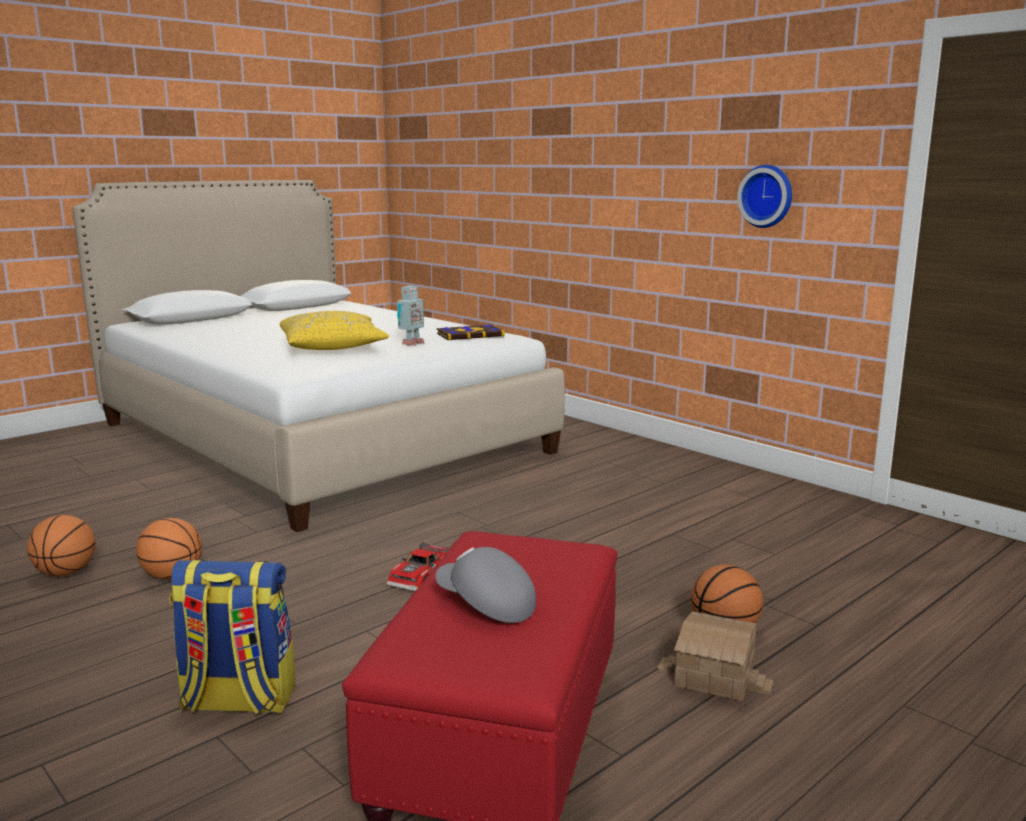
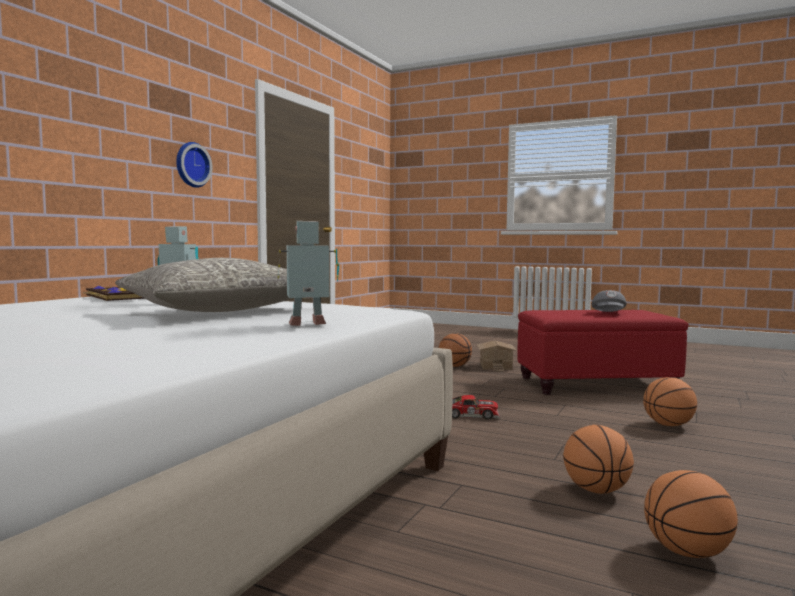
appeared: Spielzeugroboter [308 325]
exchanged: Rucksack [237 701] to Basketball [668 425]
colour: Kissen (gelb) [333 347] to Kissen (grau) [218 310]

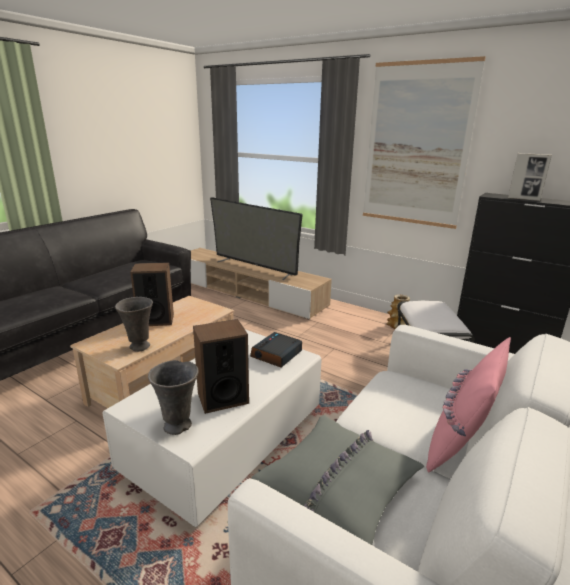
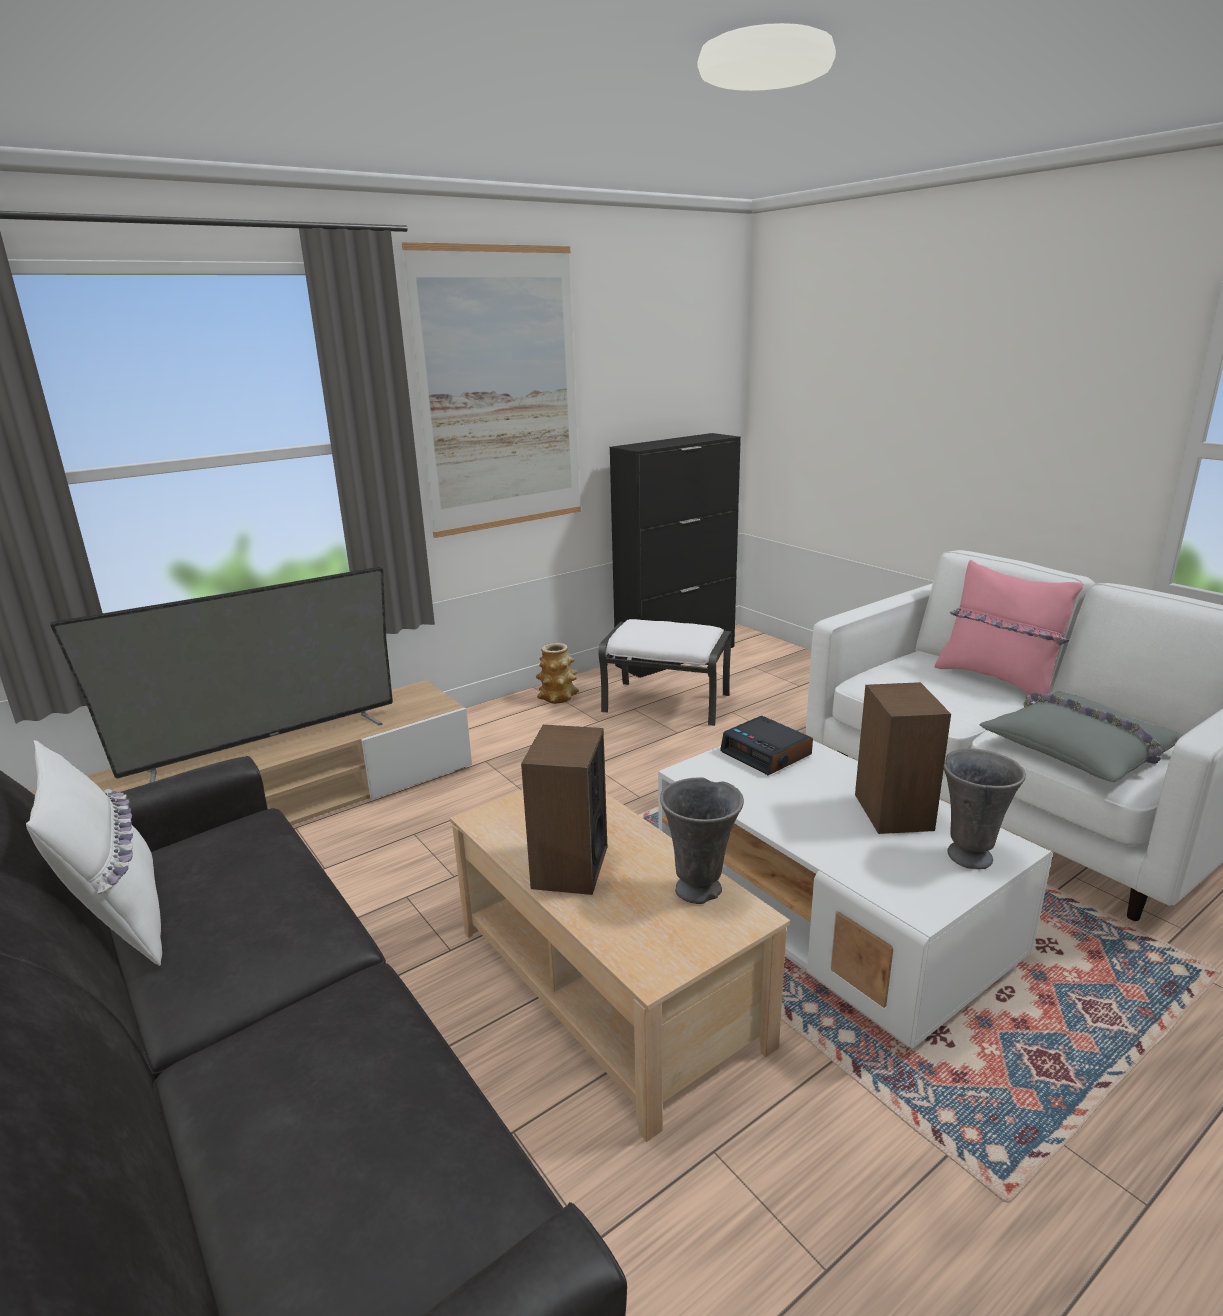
missing: Bilderrahmen [524 199]
appeared: Kissen (weiß) [120 921]

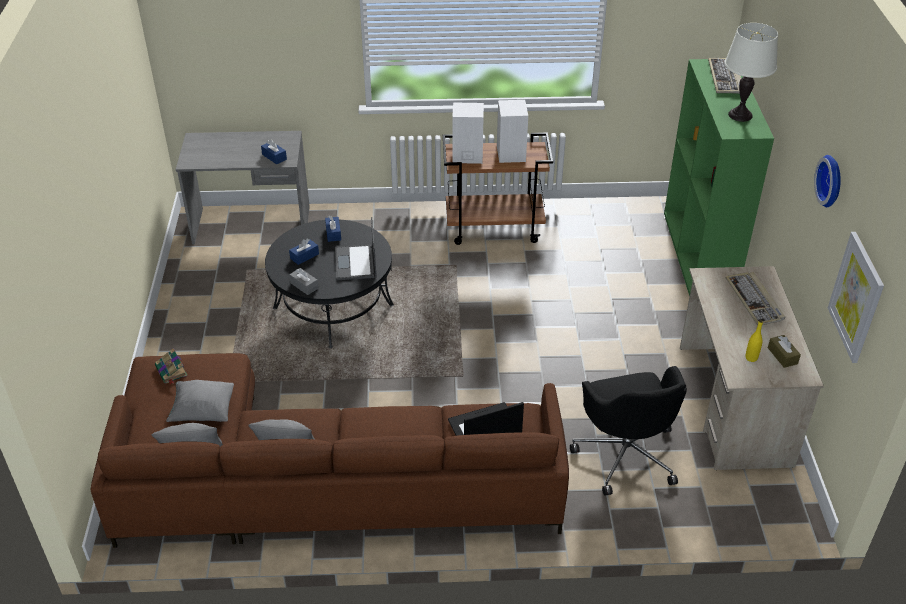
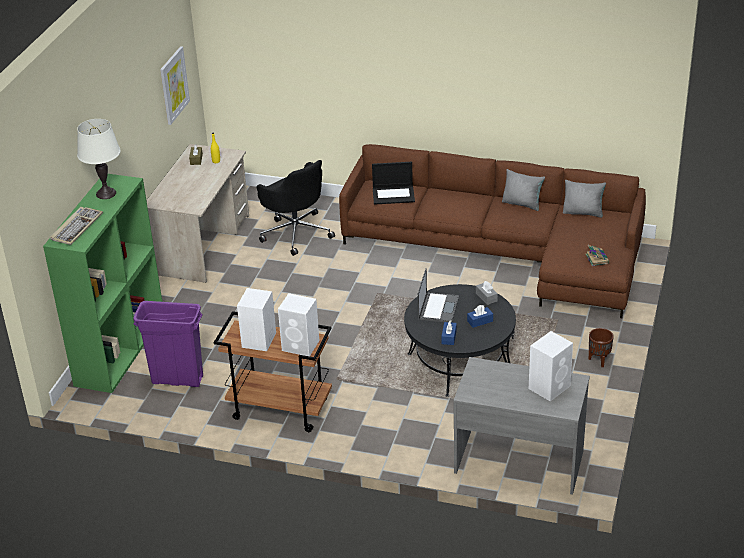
missing: Kissen (grau) [203 412]; Taschentuchbox (blau) [274 157]; Tastatur [755 300]; Wanduhr [832 181]
appeared: Mülleimer (lila) [177 380]; Lautsprecher (weiß) [550 387]; Pflanzkübel (braun) [599 360]
spun: Bürostuhl (schwarz) [626 453] = [296 232] 135 degrees clockwise

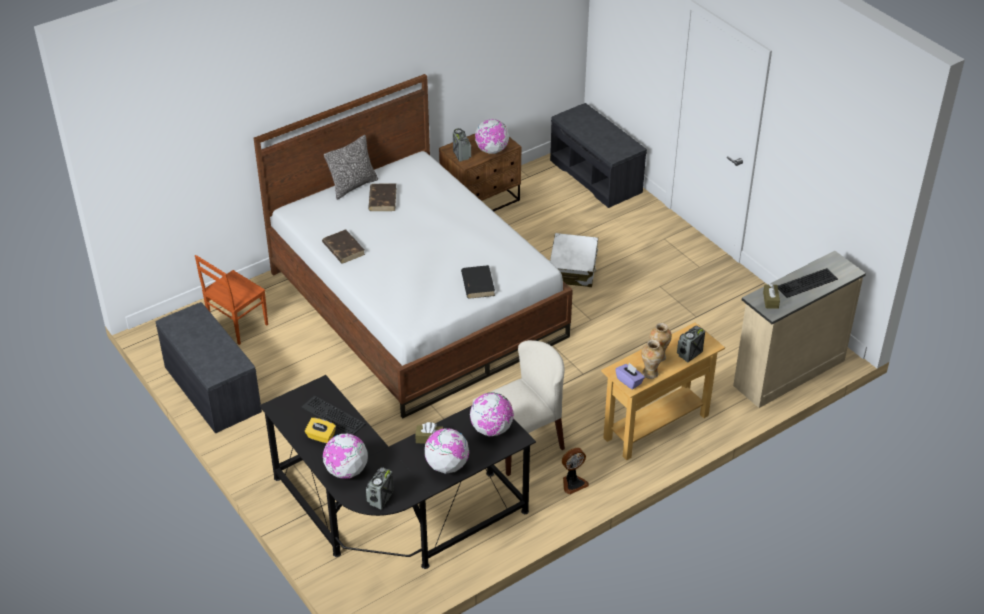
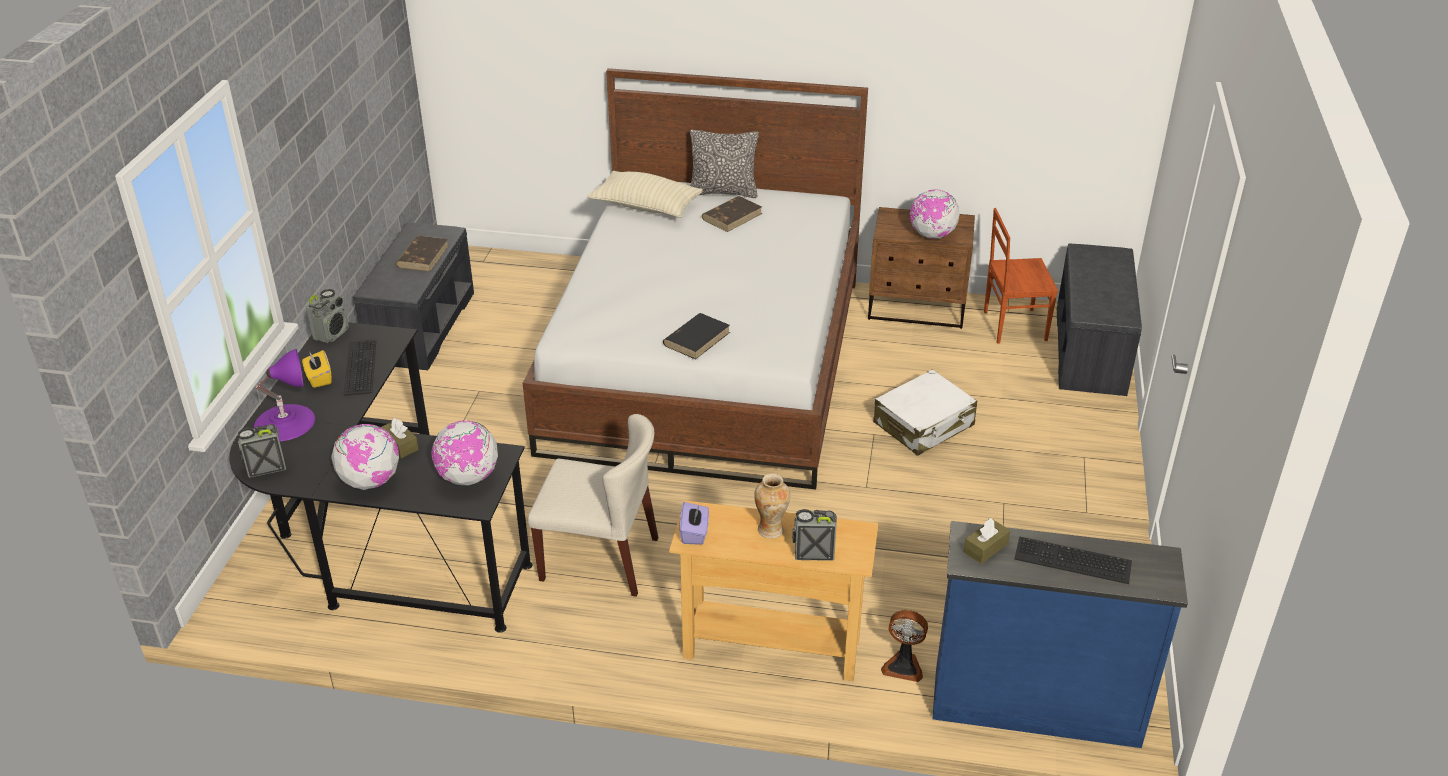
missing: Vase [650 374]
appeared: Kissen (beige) [646 207]
relocated: Stuhl (braun) [237 325] to [1013 325]; Buch (braun) [343 248] to [423 256]; Radio [462 155] to [331 334]; Ventilator [573 483] to [903 666]
exchanged: Globus [346 471] to Tischlampe (lila) [284 422]
colour: Kommode (beige) [787 372] to Kommode (blau) [1034 705]

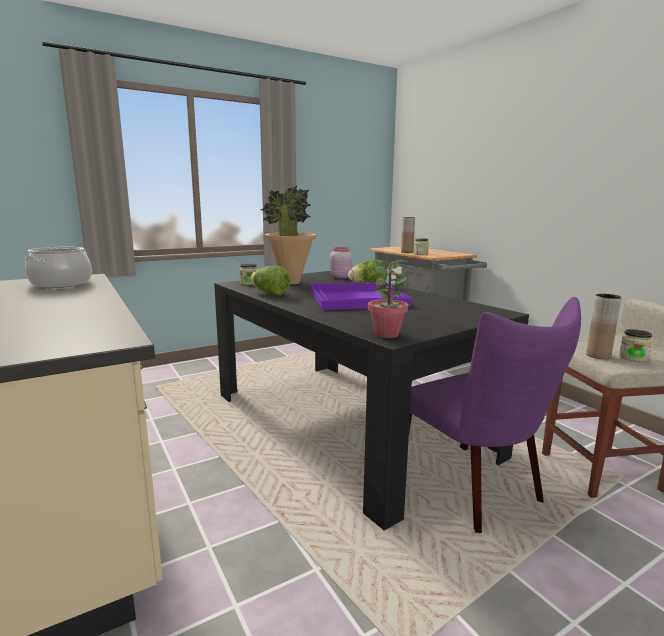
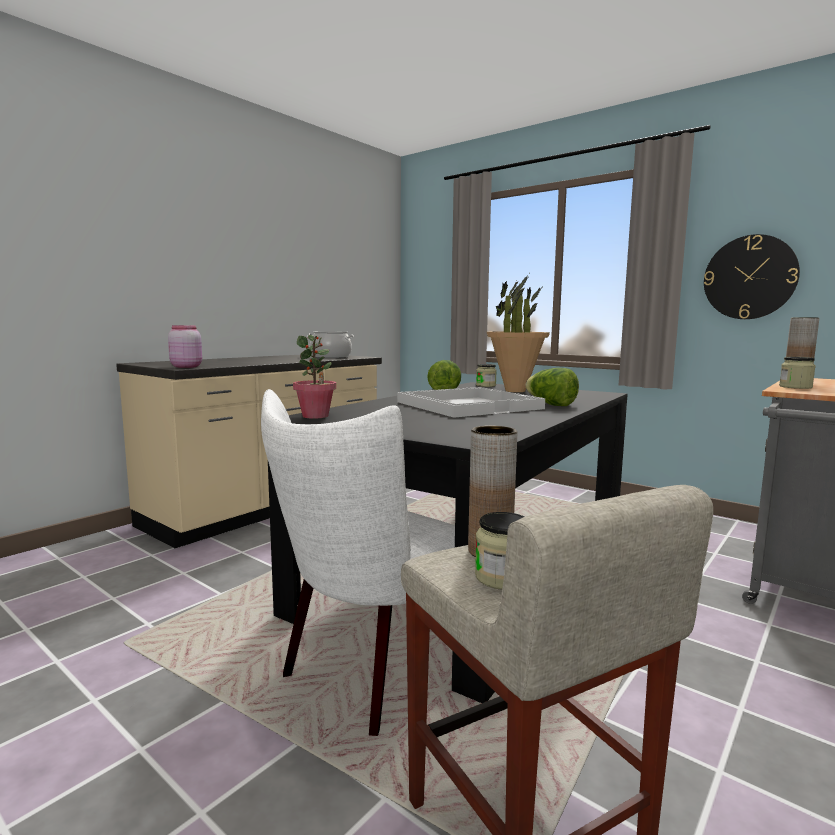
appeared: Wanduhr [749 277]
relocated: Vorratsglas (rosa) [339 277] to [186 367]
colour: Tablett (lila) [355 298] to Tablett (weiß) [468 405]; Stuhl (lila) [475 490] to Stuhl (weiß) [374 672]

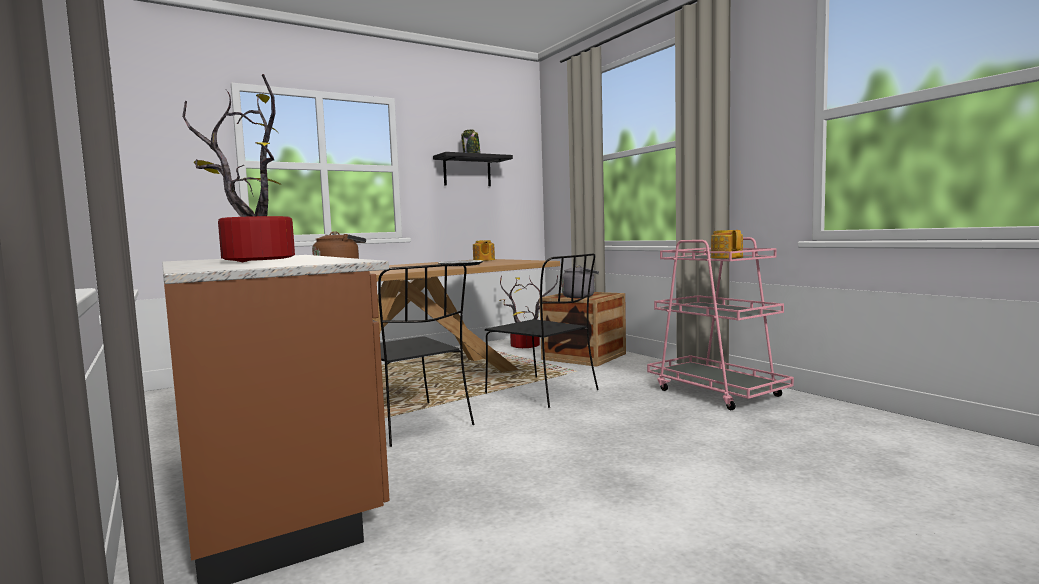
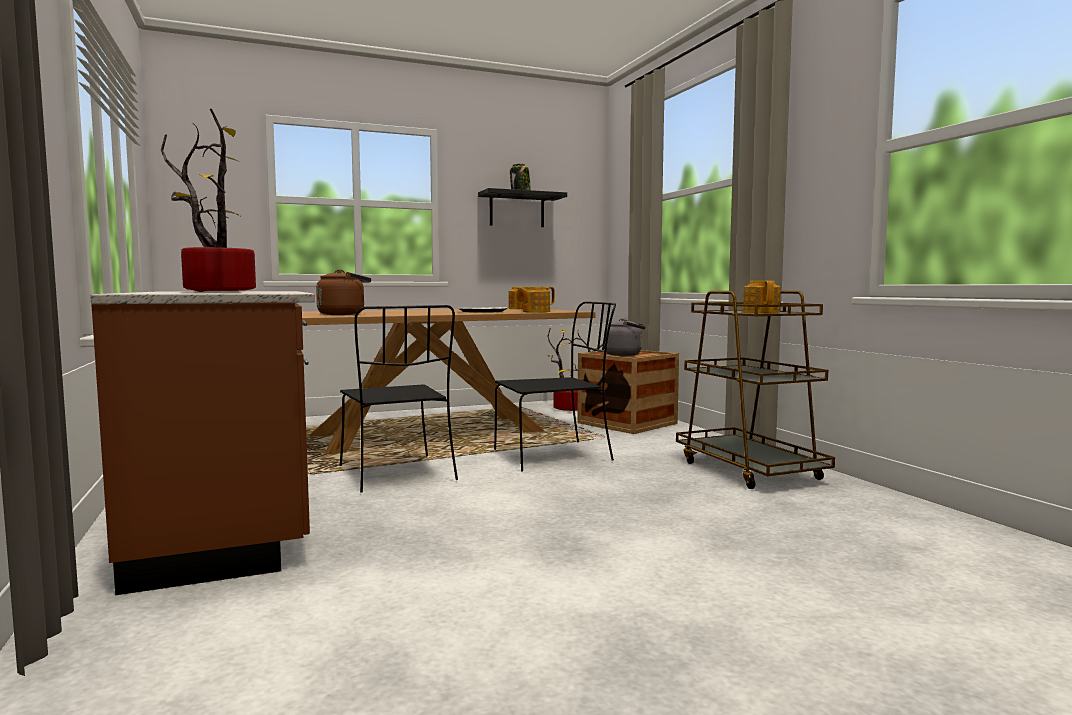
appeared: Teekanne [535 311]
colour: Rollwagen (rosa) [716 392] to Rollwagen (braun) [749 470]
spun: Stuhl (schwarz) [544 392] = [555 455] 75 degrees counterclockwise

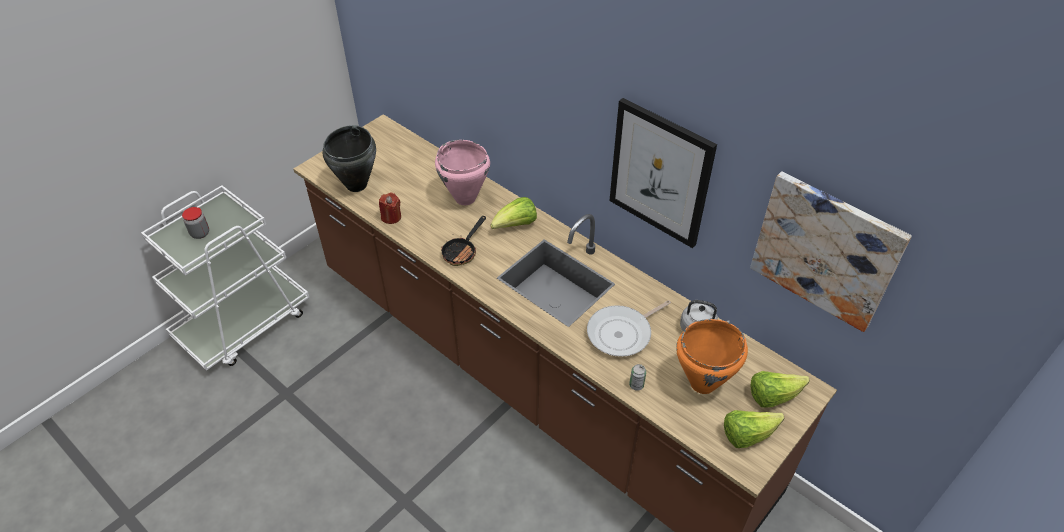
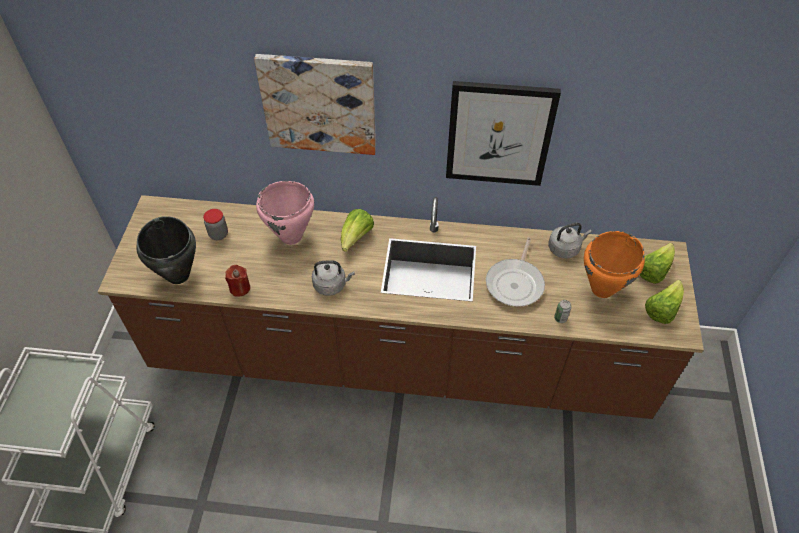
relocated: Vorratsglas [200 233] to [218 234]; Bild [826 250] to [319 104]
exchanged: Pfanne [462 251] to Wasserkessel (grau) [331 285]

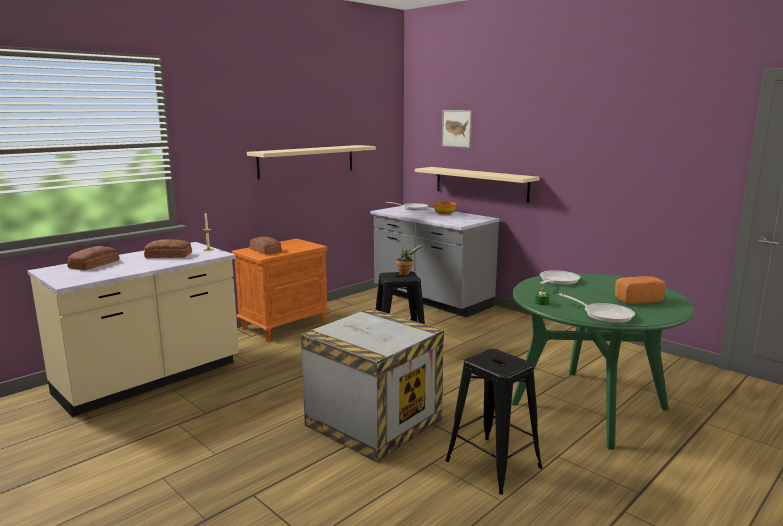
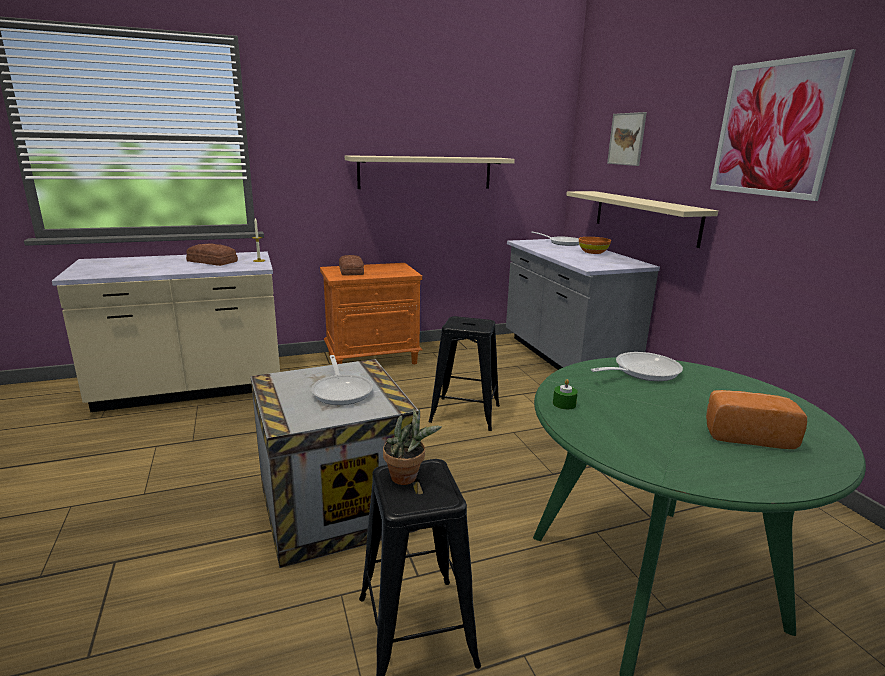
missing: Brot [93 264]
appeared: Bild [774 129]
relocated: Topfpflanze [406 273] to [408 478]; Pfanne [604 315] to [342 391]

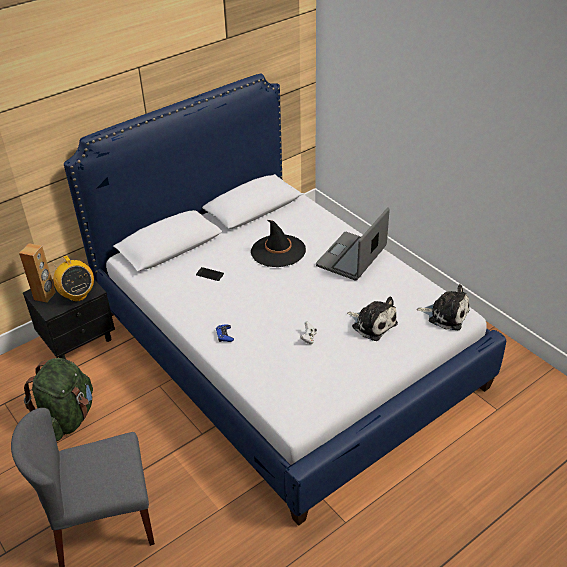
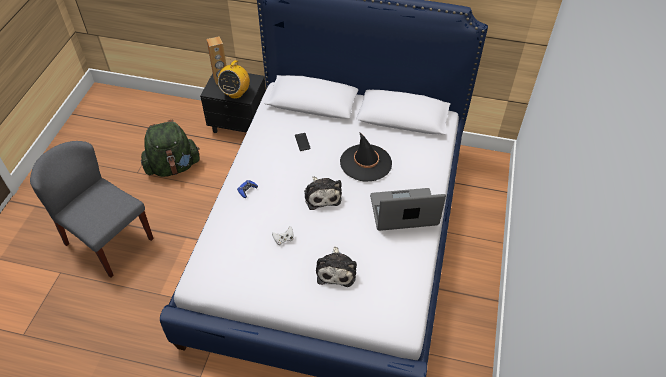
relocated: Plüschtier [445 315] to [322 195]

